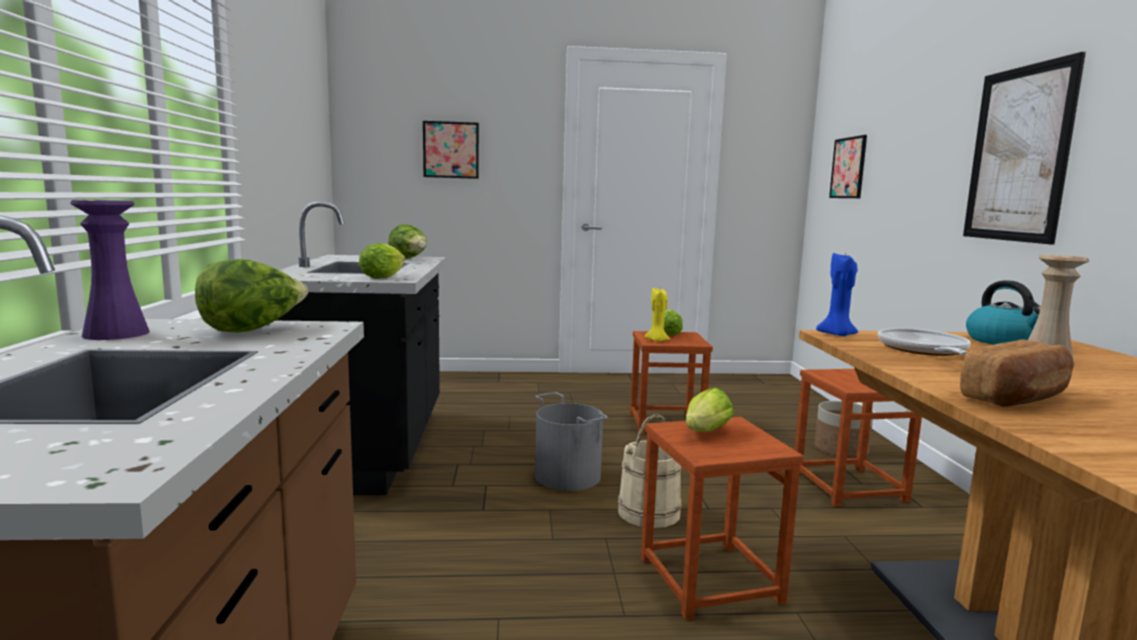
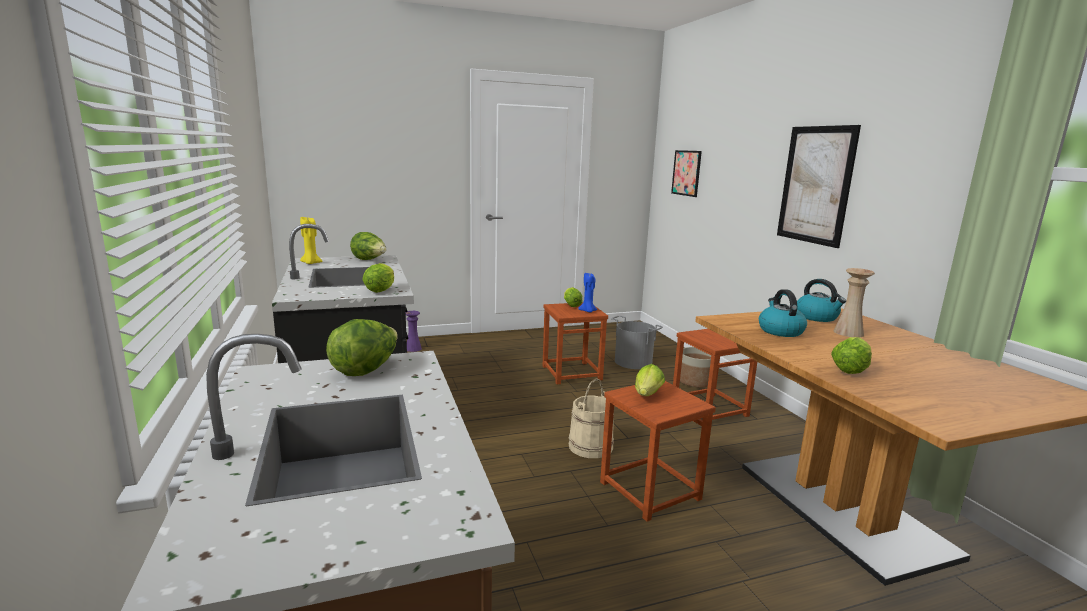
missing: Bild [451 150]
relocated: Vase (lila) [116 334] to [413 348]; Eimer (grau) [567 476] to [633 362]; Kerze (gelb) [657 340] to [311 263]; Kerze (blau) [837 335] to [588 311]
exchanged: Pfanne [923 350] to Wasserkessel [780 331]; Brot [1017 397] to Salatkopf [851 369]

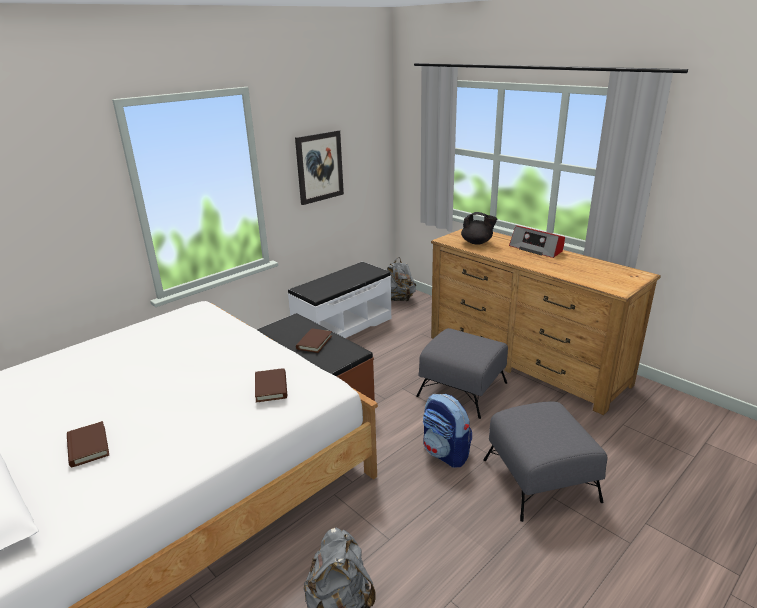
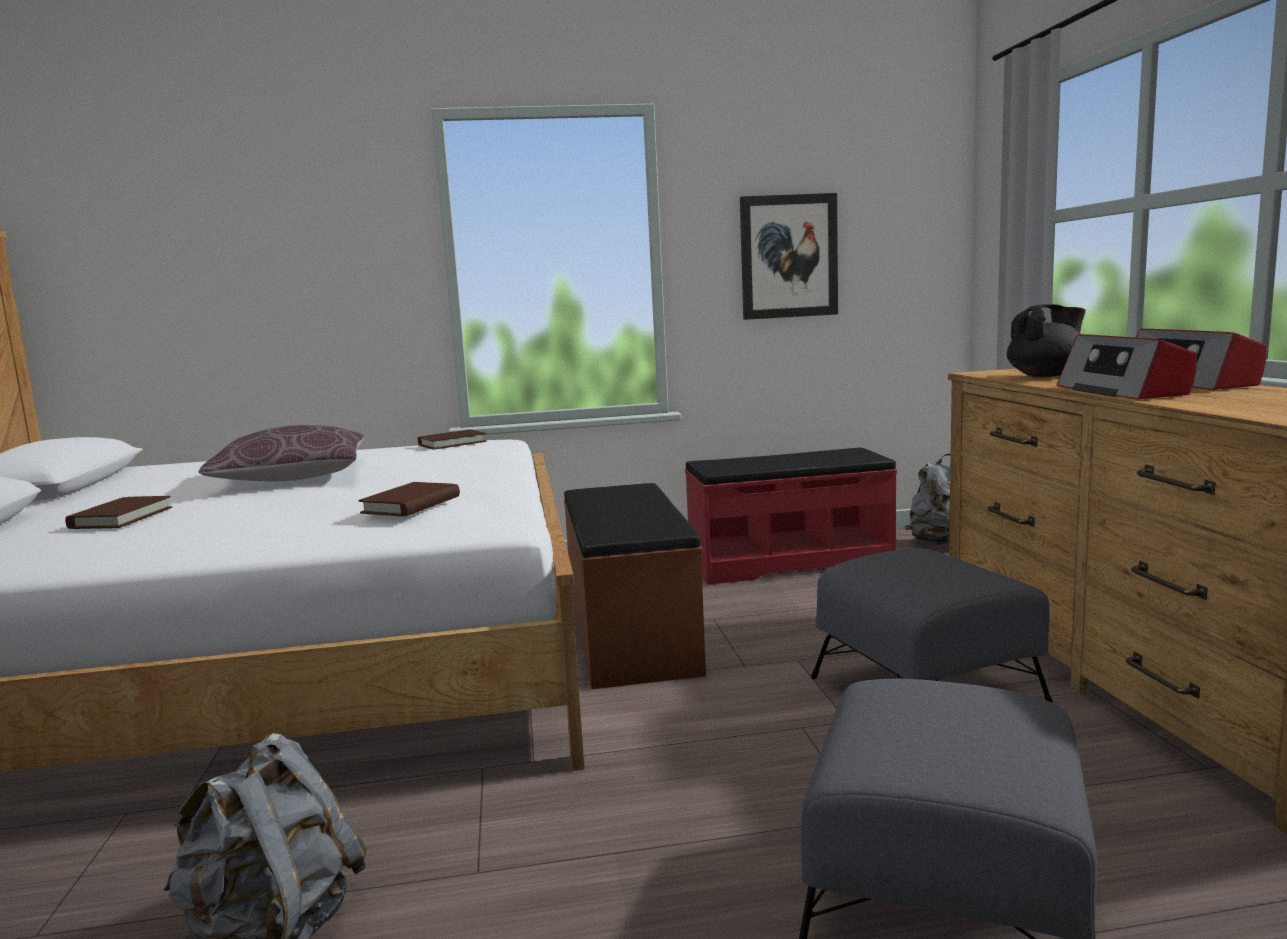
missing: Rucksack [446 453]
appeared: Kissen (braun) [292 478]; Radio [1123 391]
relocated: Buch (braun) [314 342] to [452 443]
colour: Bank (weiß) [342 327] to Bank (rot) [789 562]
spun: Teekanne (schwarz) [477 242] = [1046 376] 75 degrees counterclockwise

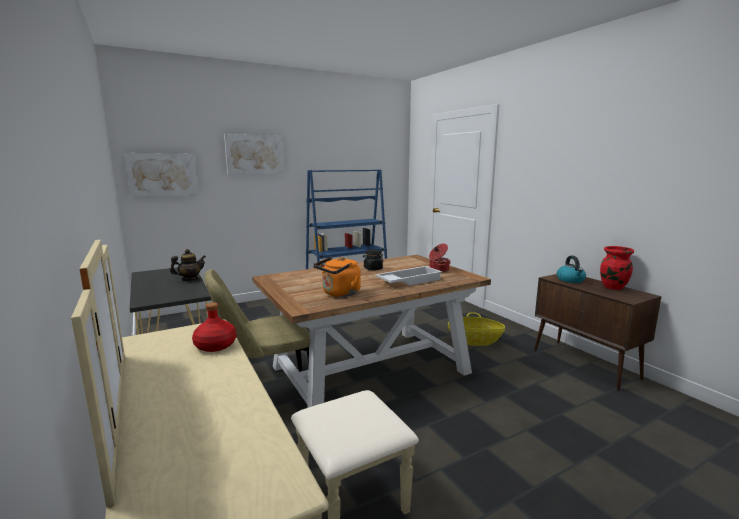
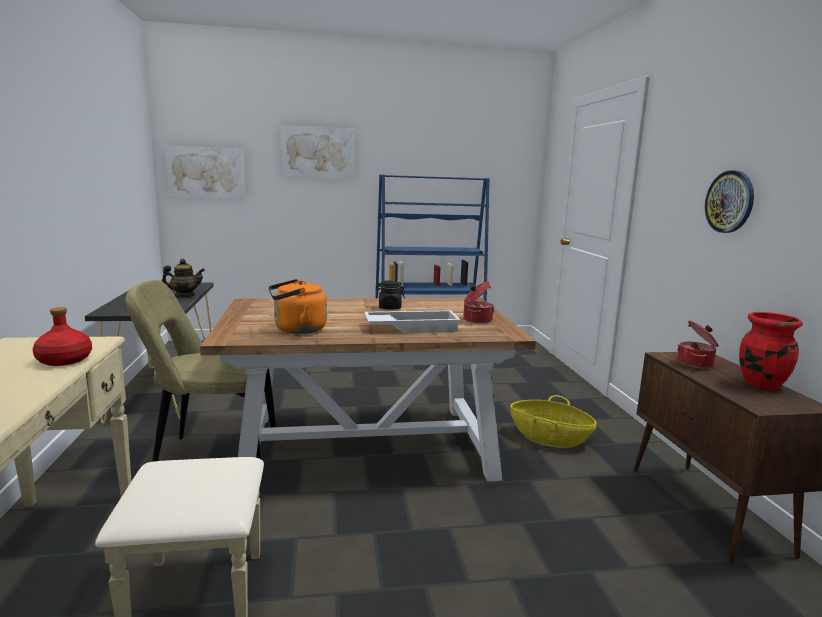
appeared: Wanduhr [730 201]
exchanged: Wasserkessel [571 280] to Kochtopf [696 364]

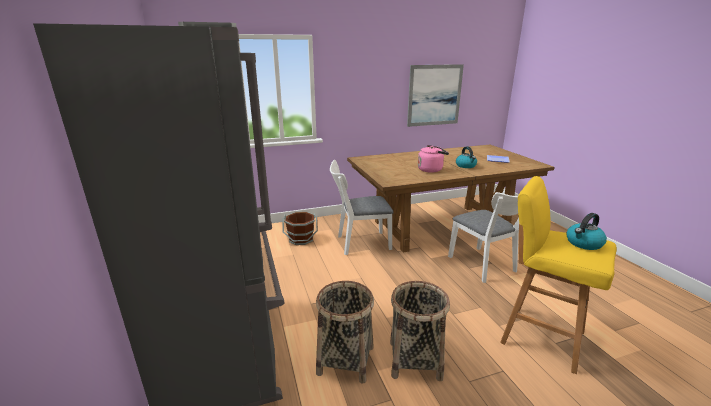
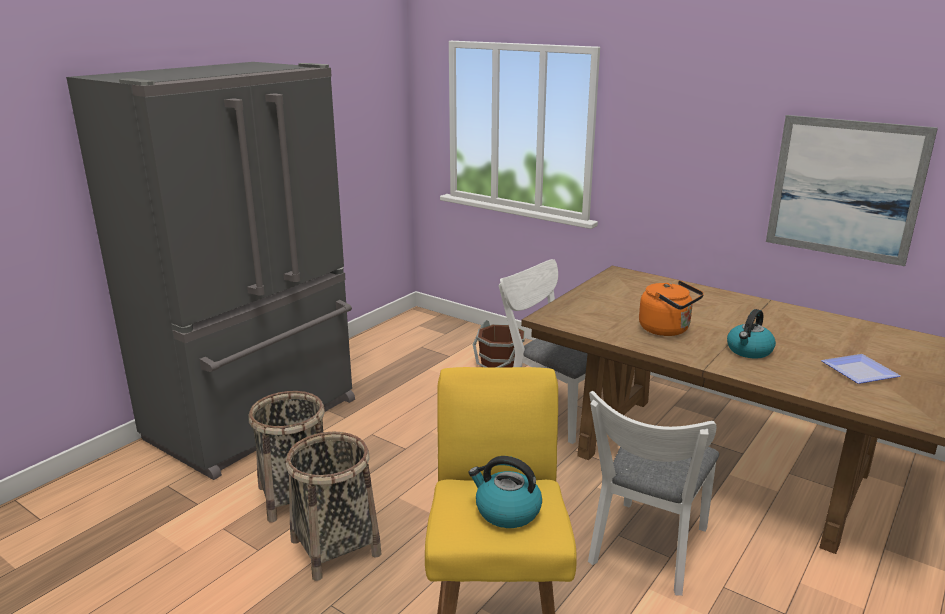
colour: Wasserkessel (rosa) [431 169] to Wasserkessel (orange) [667 330]

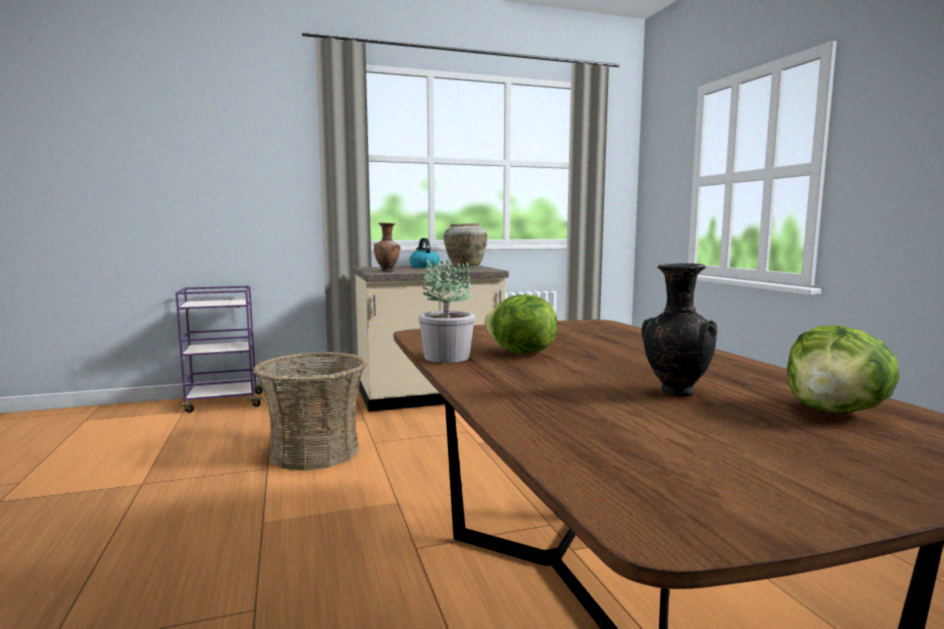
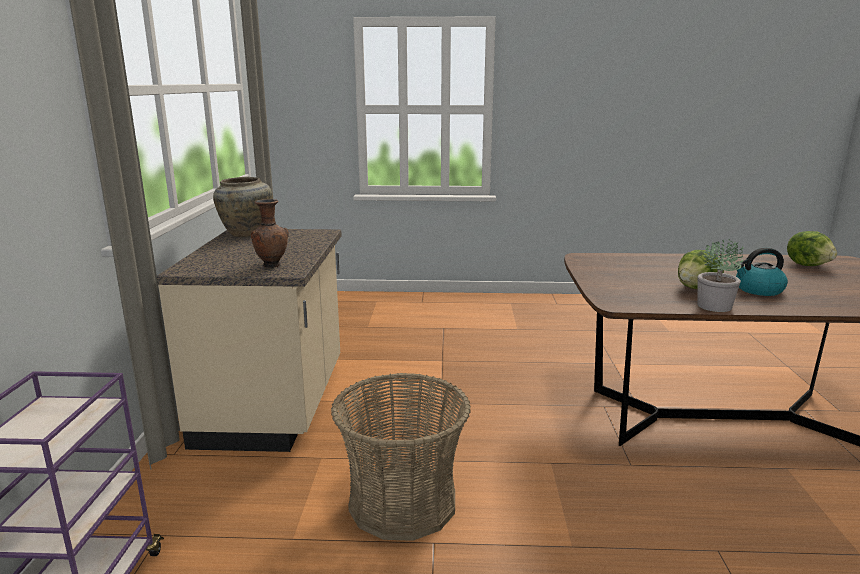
missing: Vase (schwarz) [674 393]
relocated: Wasserkessel [424 266] to [758 290]

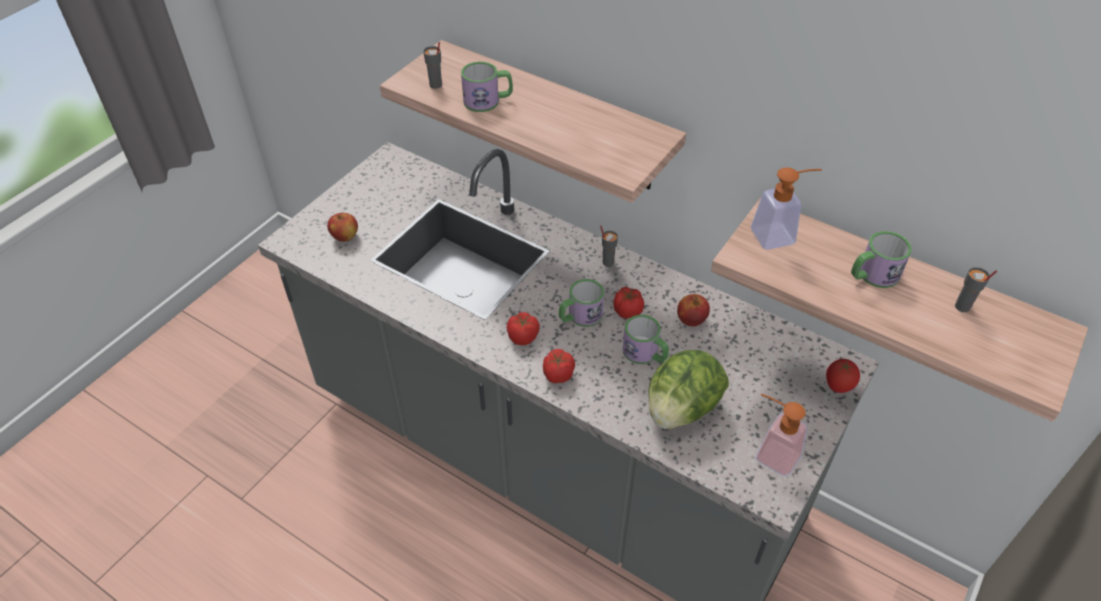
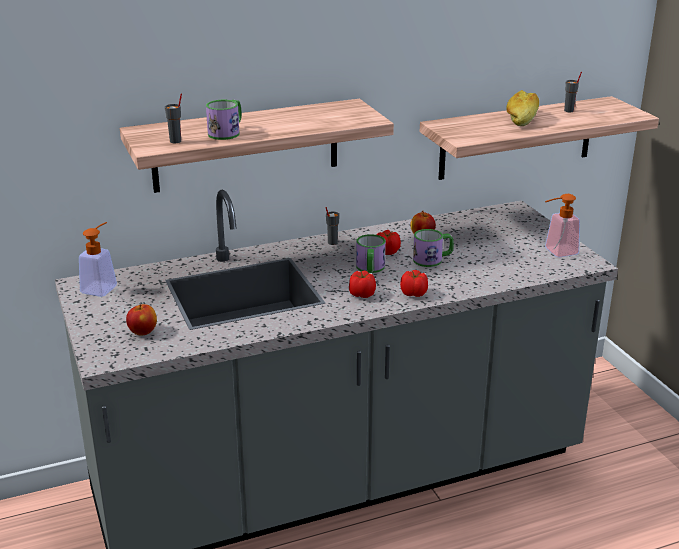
missing: Salatkopf [681 409]; Tomate [837 387]
relocated: Seifenspender [779 235] to [102 287]
exchanged: Henkelbecher [872 275] to Brot [521 119]

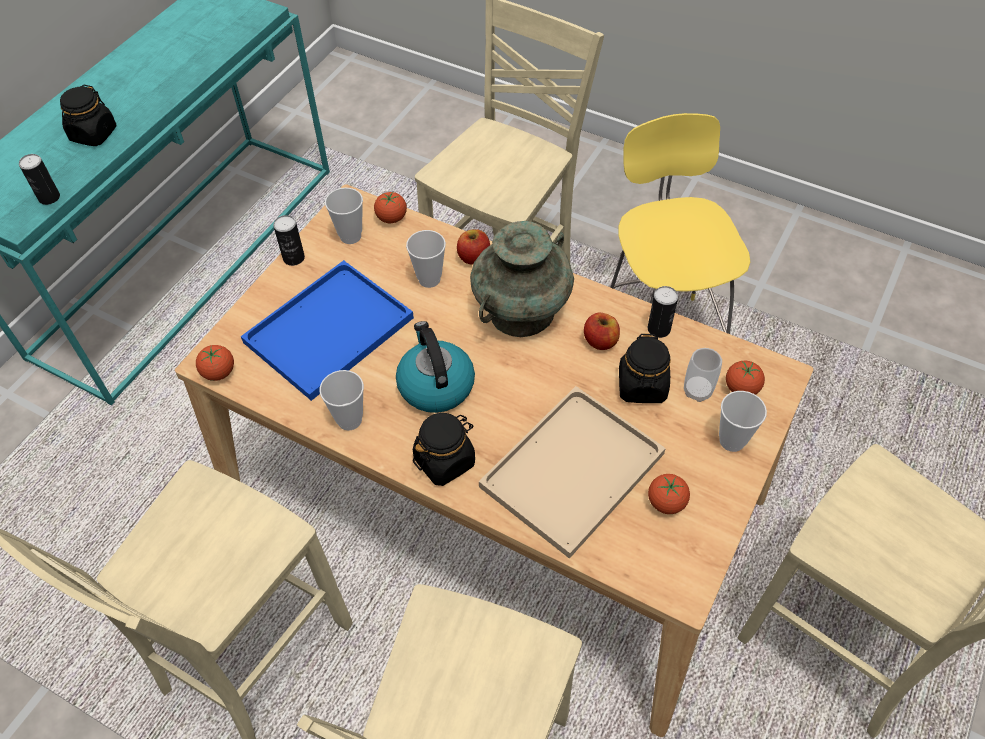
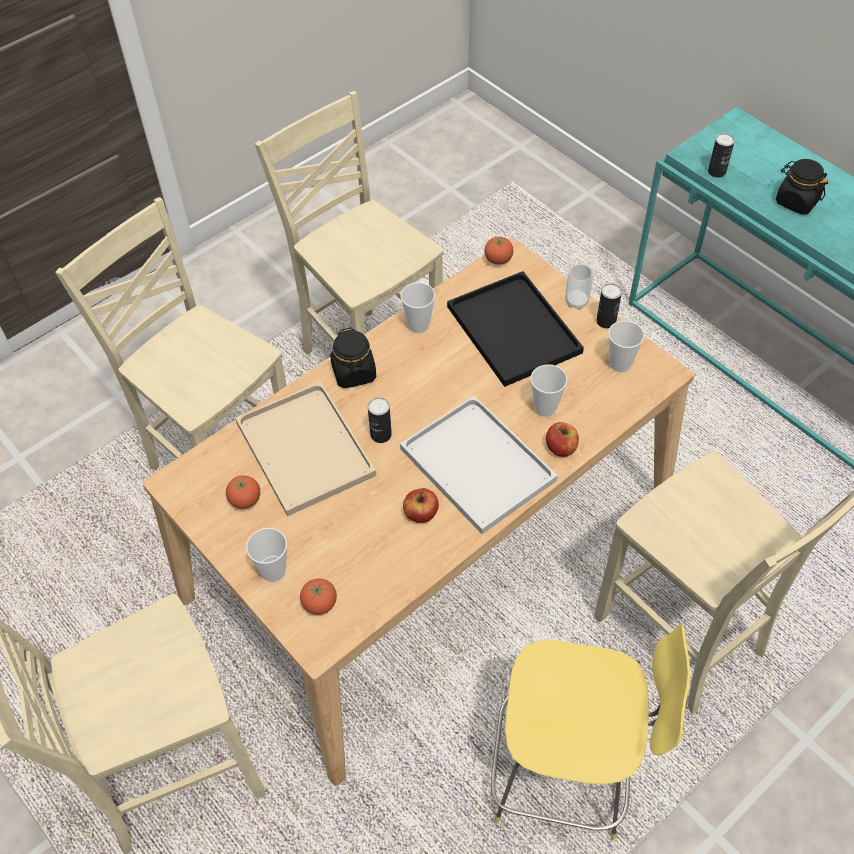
missing: Tomate [391 218]; Wasserkessel [435 385]; Vorratsglas (schwarz) [642 386]
relocated: Dose [659 329] to [381 434]; Tasse [697 391] to [576 302]
exchanged: Vase (türkis) [522 311] to Tablett (weiß) [480 465]
colour: Tablett (blau) [327 333] to Tablett (schwarz) [511 328]

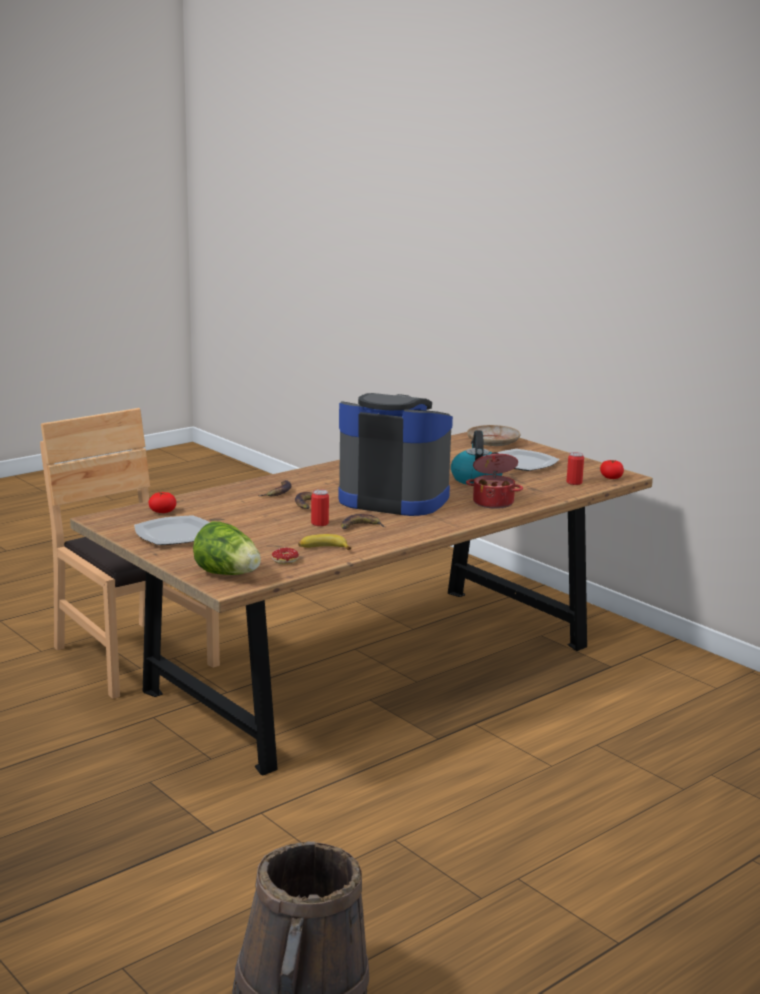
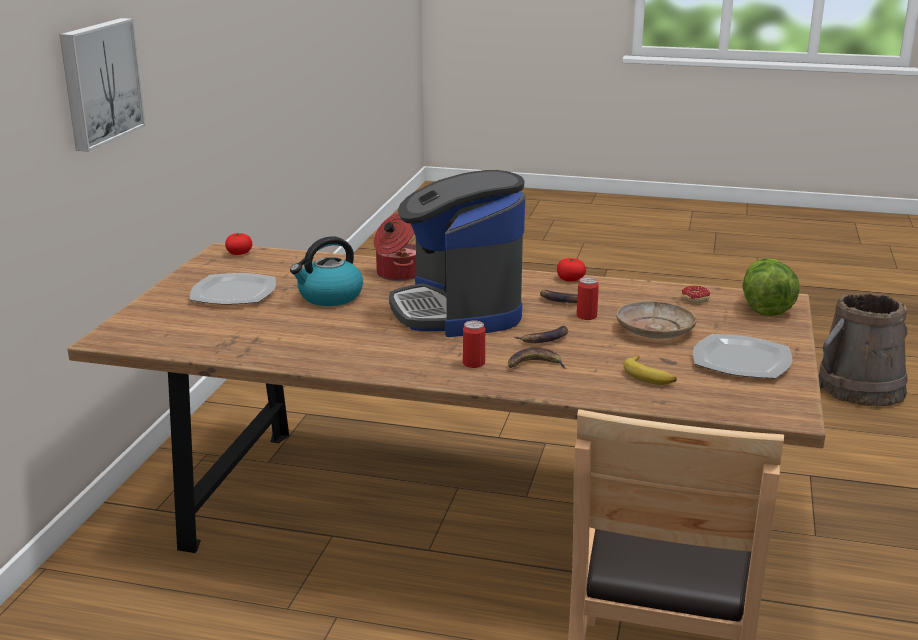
appeared: Bild [98 82]
relocated: Tomate [162 511] to [570 279]; Banane [323 548] to [649 376]; Teller (beige) [493 442] to [654 330]; Dose [574 482] to [473 363]

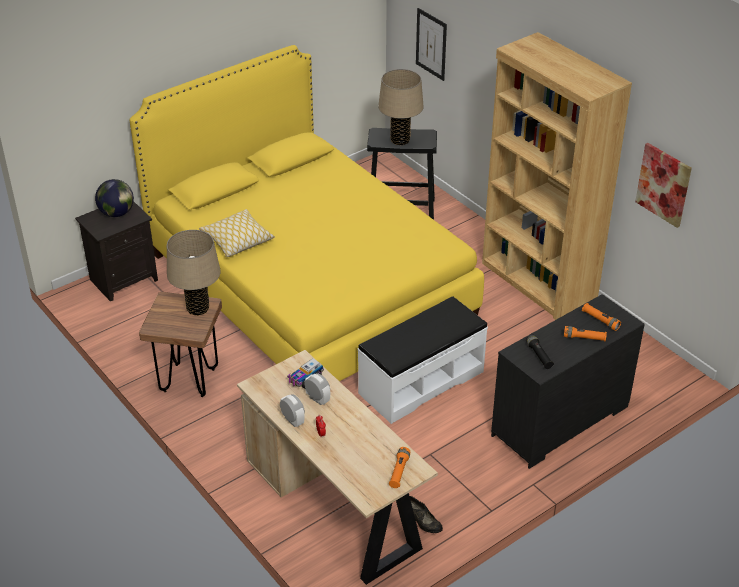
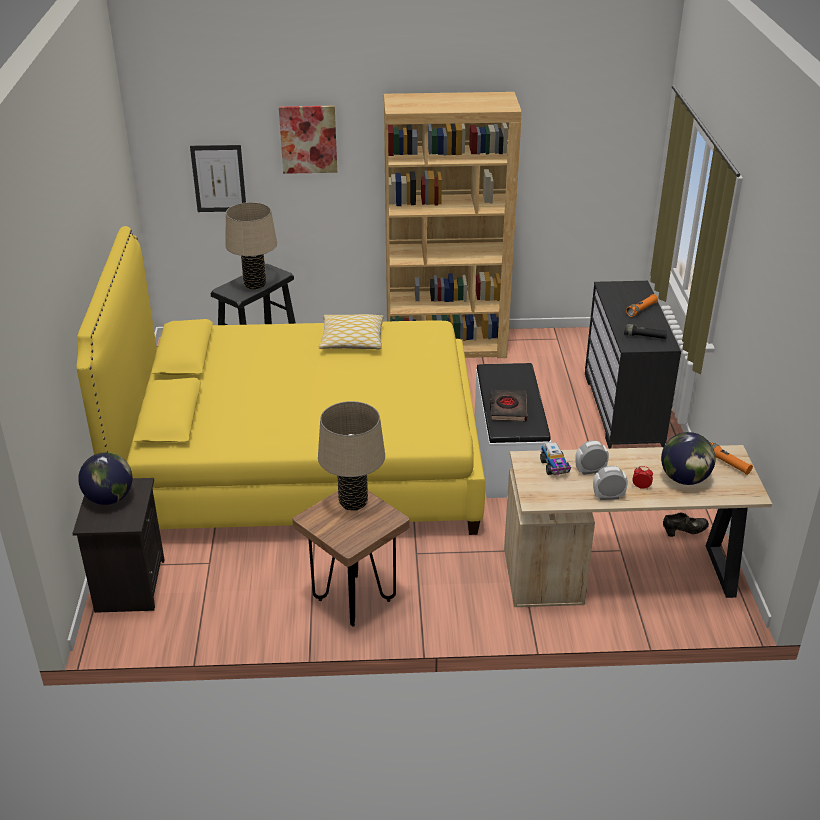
missing: Taschenlampe (orange) [600 320]
appeared: Buch (schwarz) [507 409]; Globus [684 479]
relocated: Kissen [237 240] to [352 340]; Bild [663 184] to [308 139]

